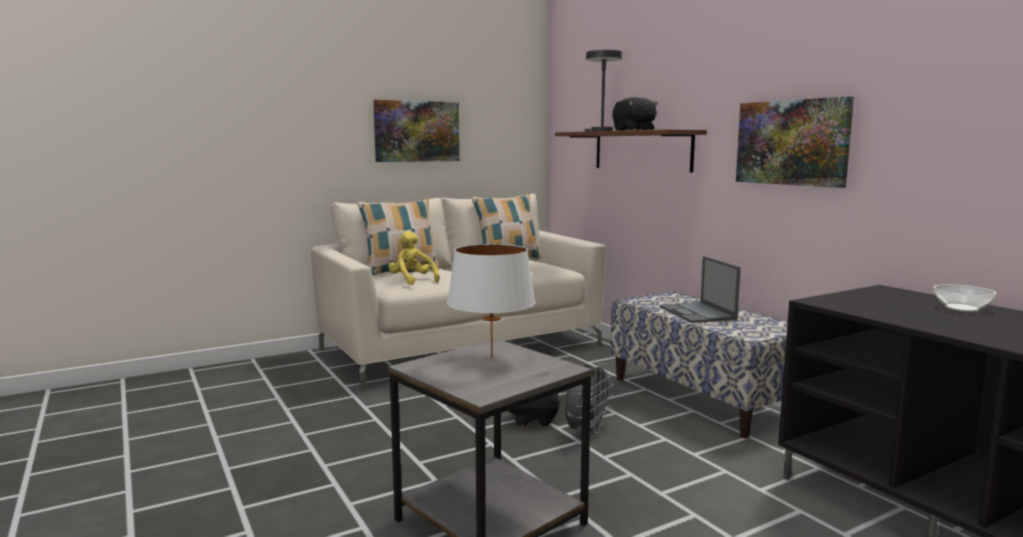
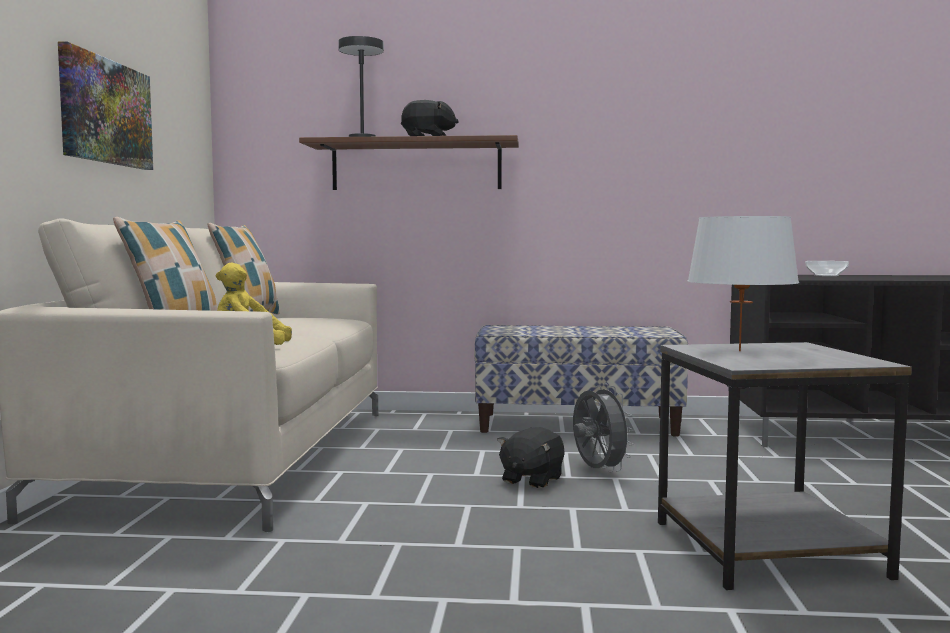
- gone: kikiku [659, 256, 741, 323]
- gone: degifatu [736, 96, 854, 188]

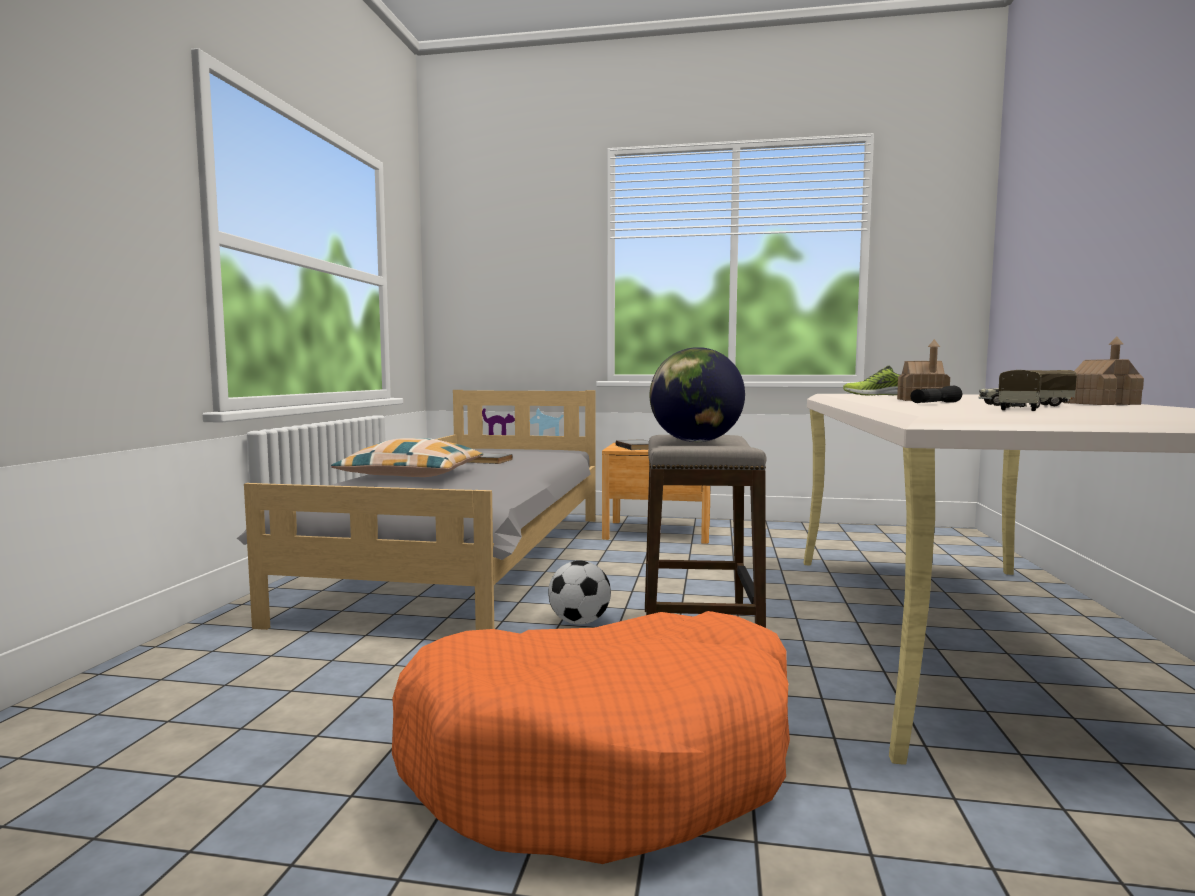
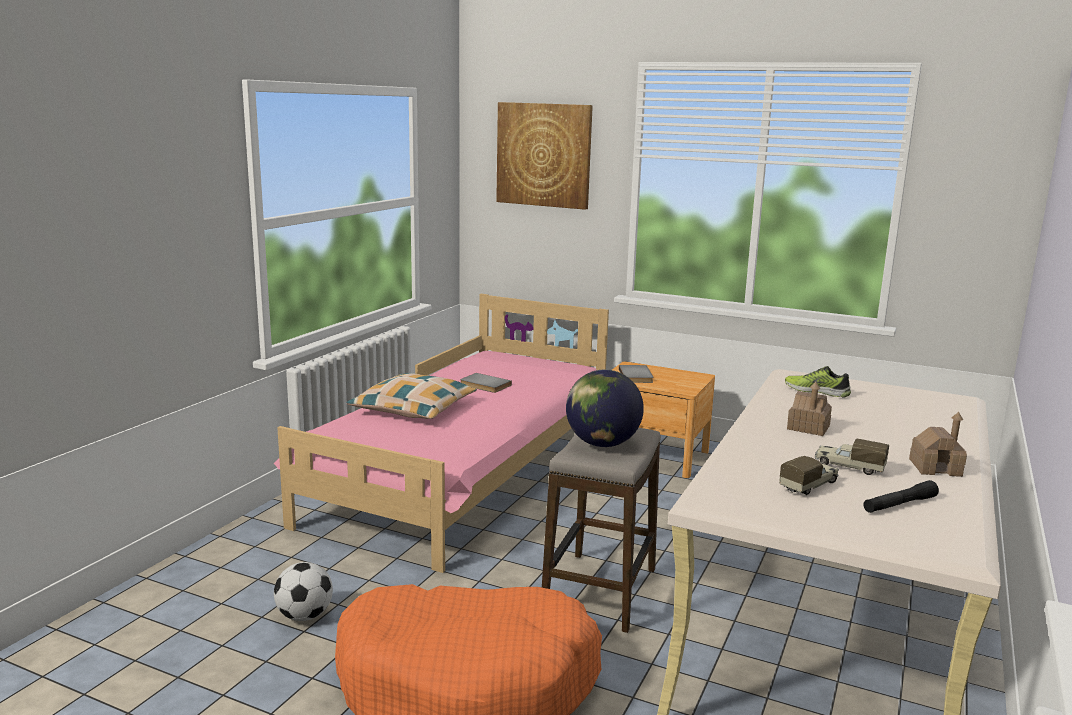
- repainted: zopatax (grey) [237, 390, 595, 630] to zopatax (pink) [274, 294, 609, 573]
- shifted: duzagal [548, 561, 611, 625] to [274, 562, 333, 621]
- new: degifatu [496, 102, 593, 210]
- shifted: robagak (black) [910, 386, 962, 403] to [863, 480, 939, 513]

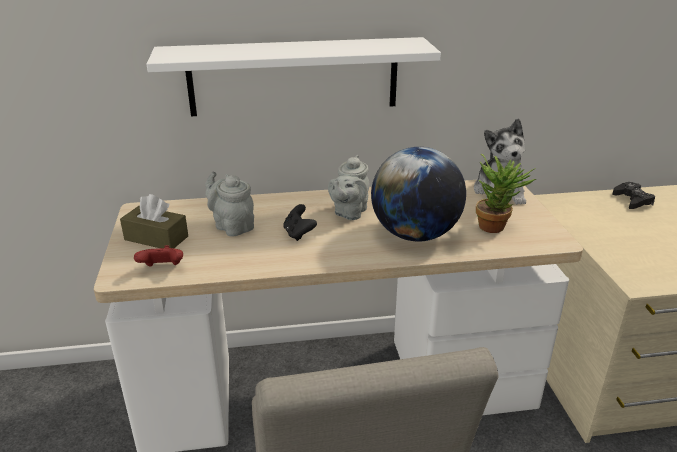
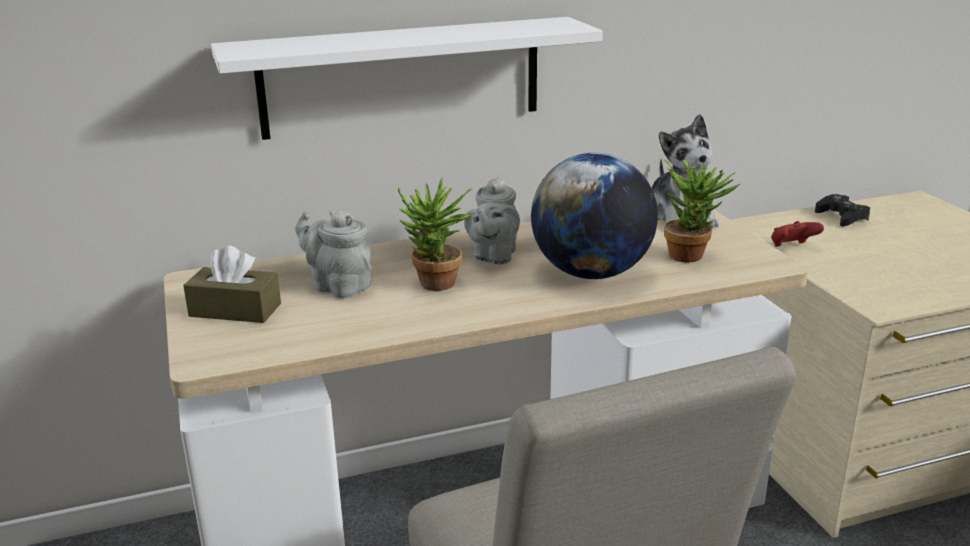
- swapped: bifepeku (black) [283, 204, 317, 241] to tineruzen [398, 178, 475, 291]
- shifted: bifepeku (red) [134, 245, 183, 266] to [771, 221, 824, 247]

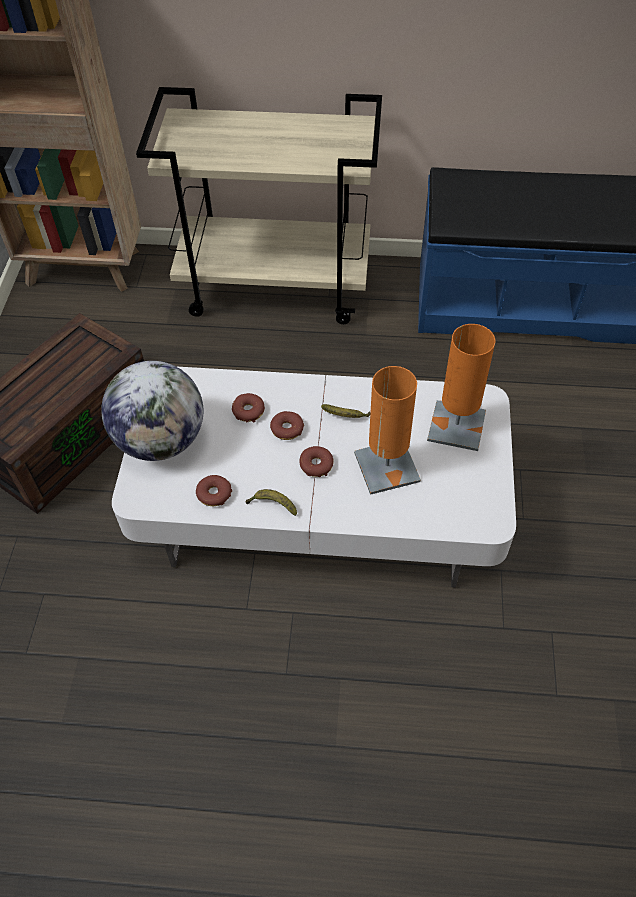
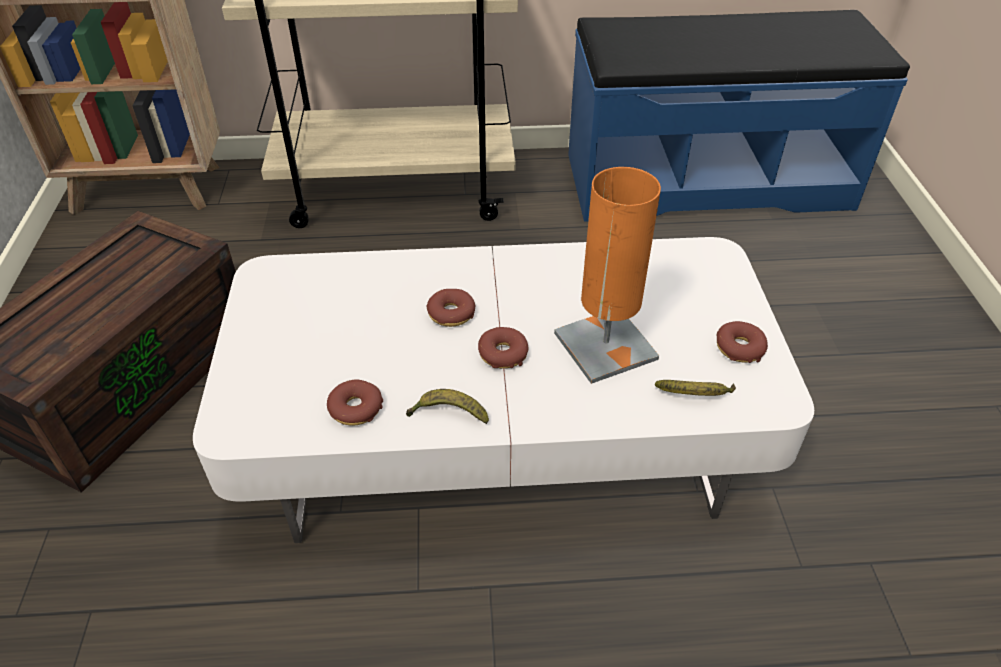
- shifted: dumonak [321, 404, 370, 418] to [655, 380, 736, 396]
- shifted: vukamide [232, 393, 265, 422] to [717, 321, 768, 363]
- gone: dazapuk [101, 361, 204, 461]
- gone: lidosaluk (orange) [427, 324, 495, 451]

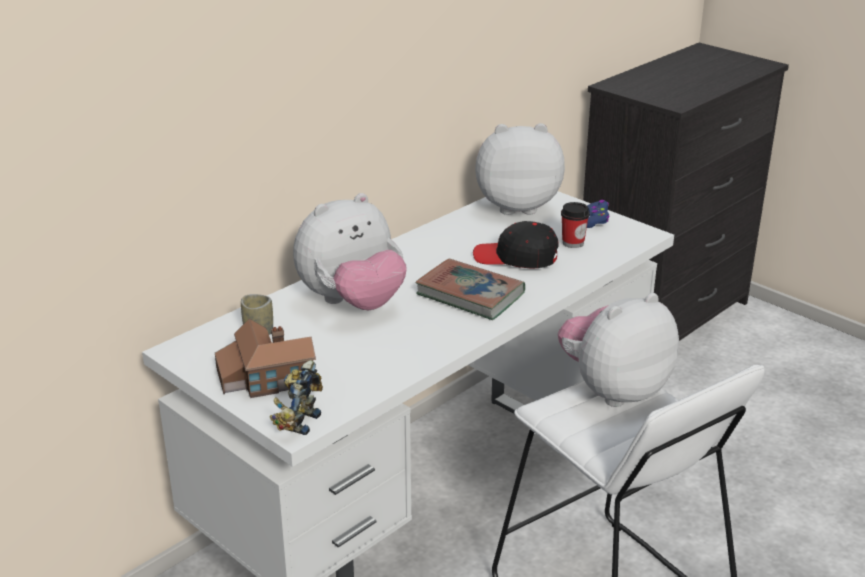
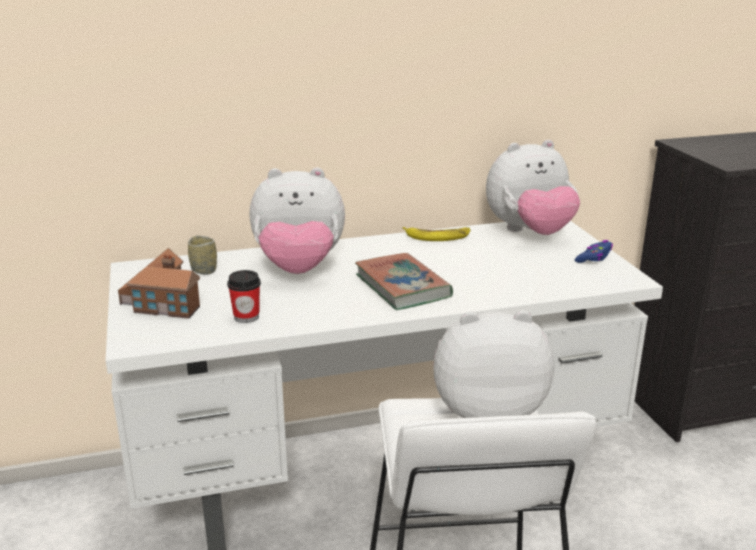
- shifted: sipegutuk [561, 202, 589, 248] to [227, 270, 261, 323]
- new: dumonak [403, 227, 470, 241]
- rotated: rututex [475, 123, 565, 215] = [486, 140, 580, 235] 135 degrees clockwise
- gone: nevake [270, 360, 323, 435]
- gone: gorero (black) [473, 221, 559, 268]

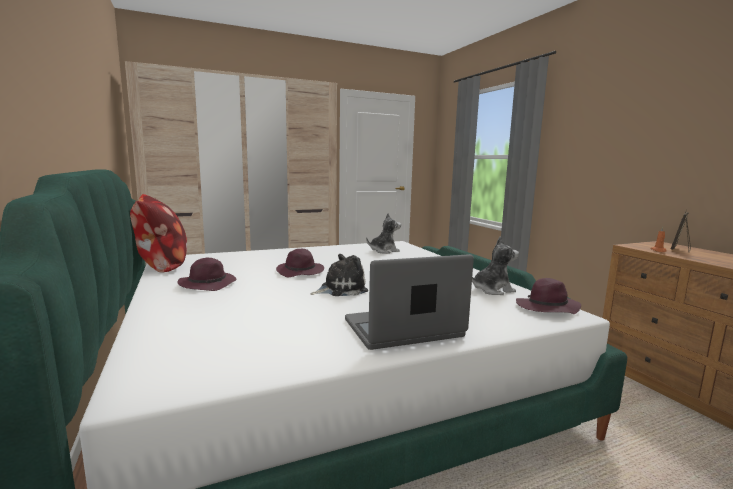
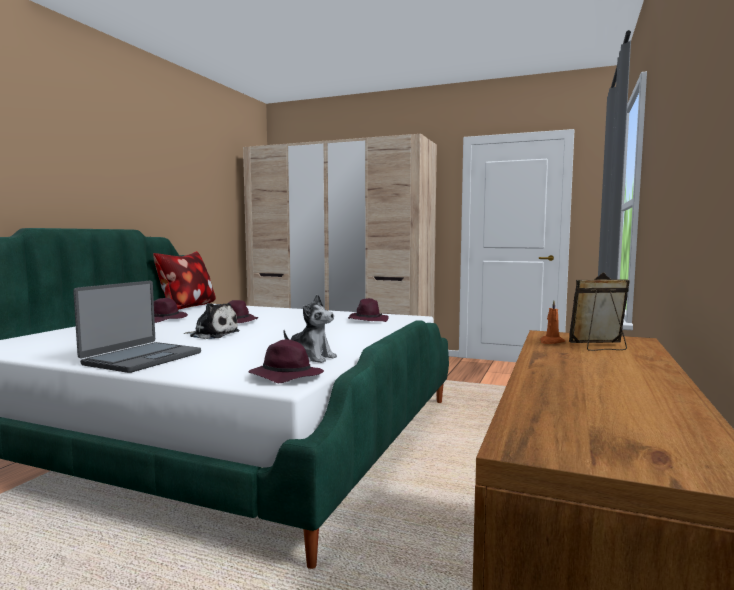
- rotated: kikiku [345, 254, 474, 350] = [73, 281, 201, 373] 90 degrees clockwise
- swapped: rututex [366, 213, 401, 253] to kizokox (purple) [348, 298, 389, 322]

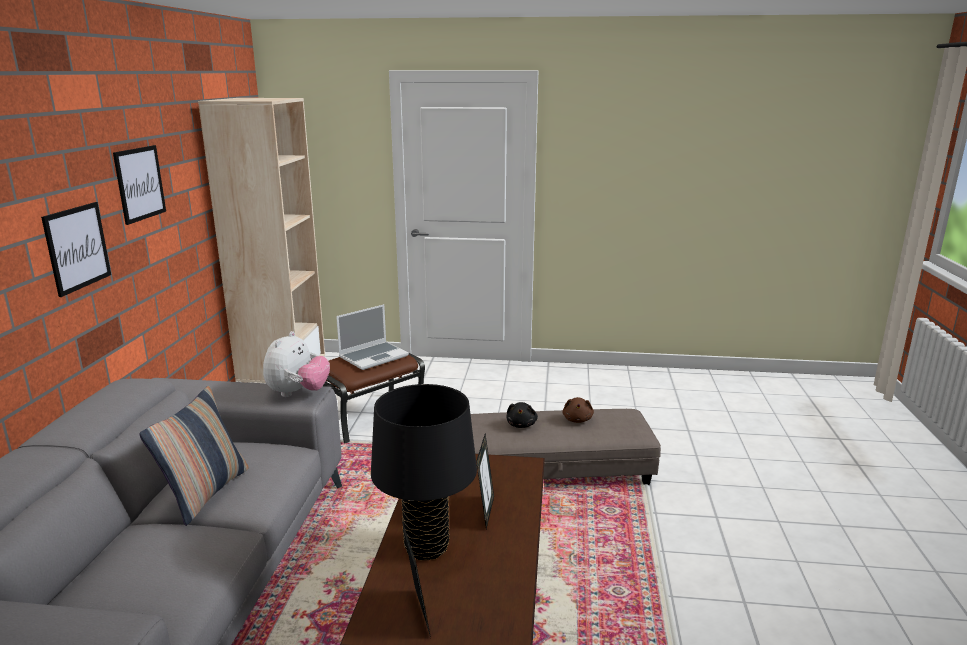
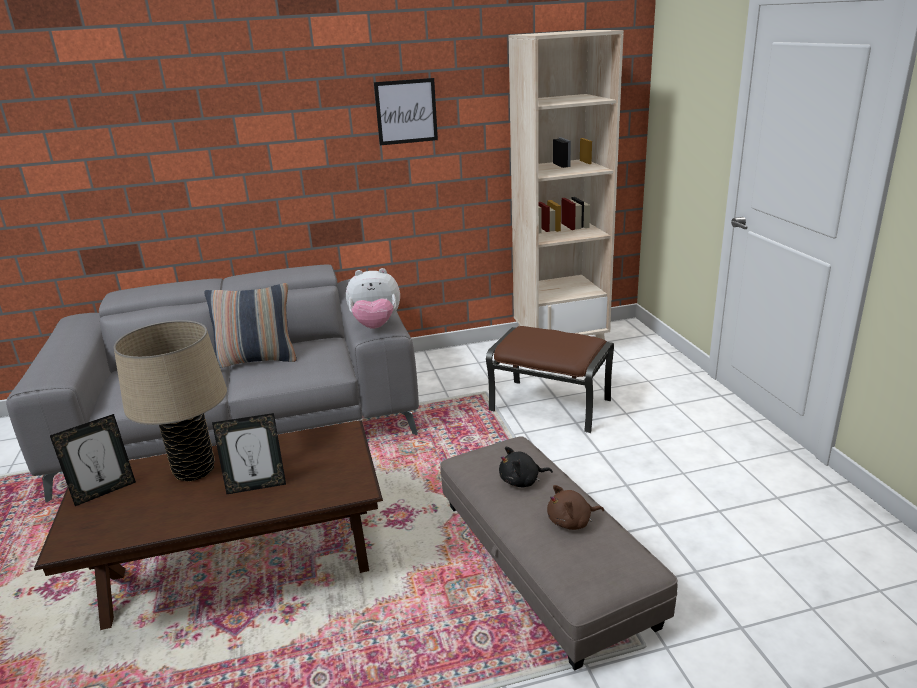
- repainted: lidosaluk (black) [371, 384, 477, 560] to lidosaluk (beige) [114, 320, 227, 482]
- gone: degifatu [41, 202, 111, 297]
- gone: kikiku [336, 304, 409, 370]

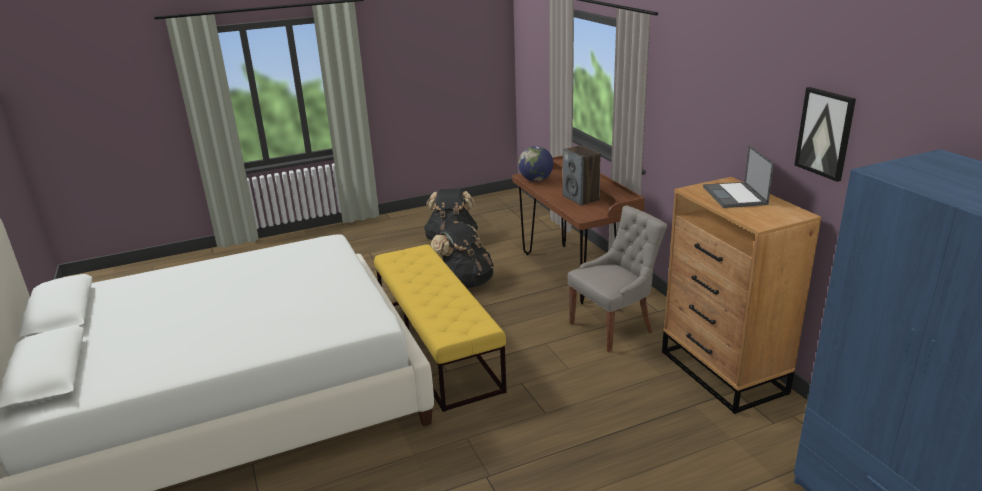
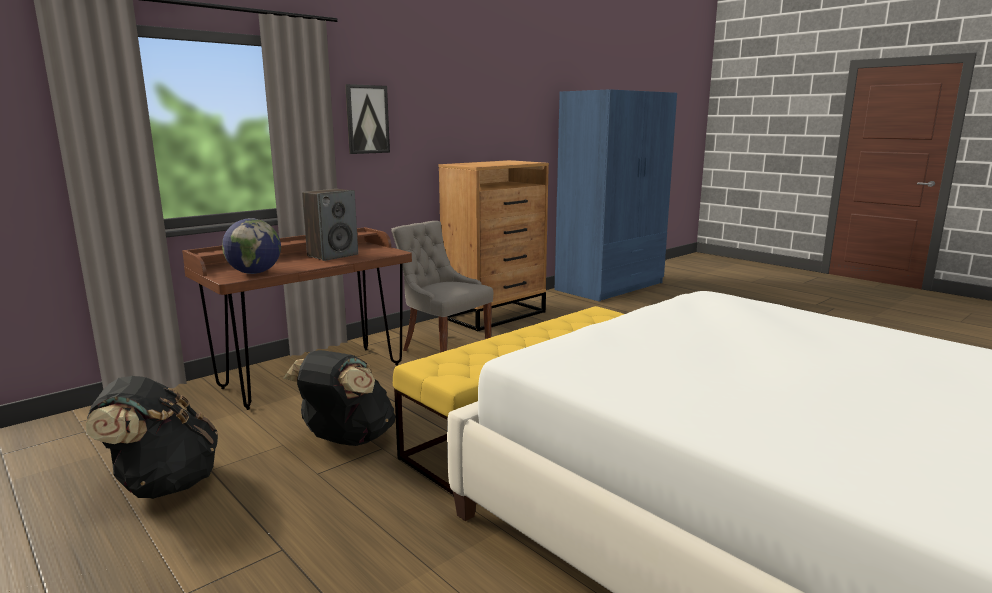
- shifted: degifatu [794, 87, 856, 182] to [345, 84, 390, 154]
- gone: kikiku [703, 145, 774, 208]

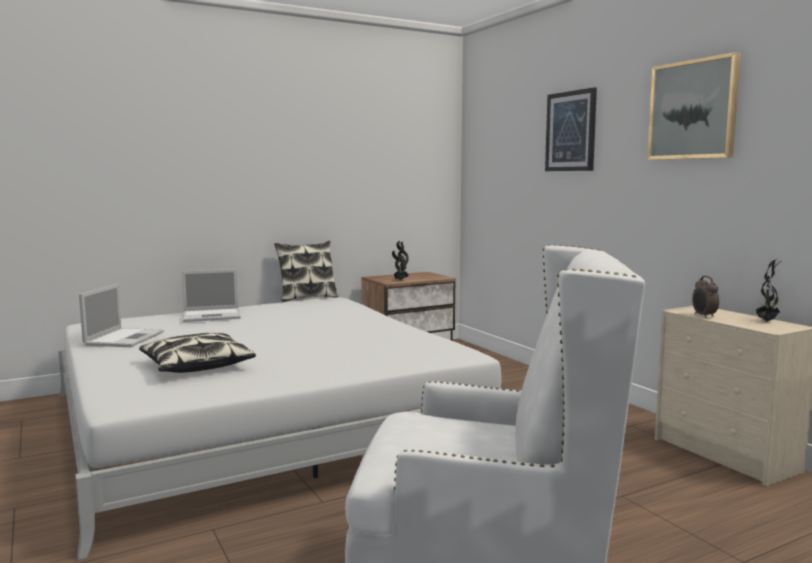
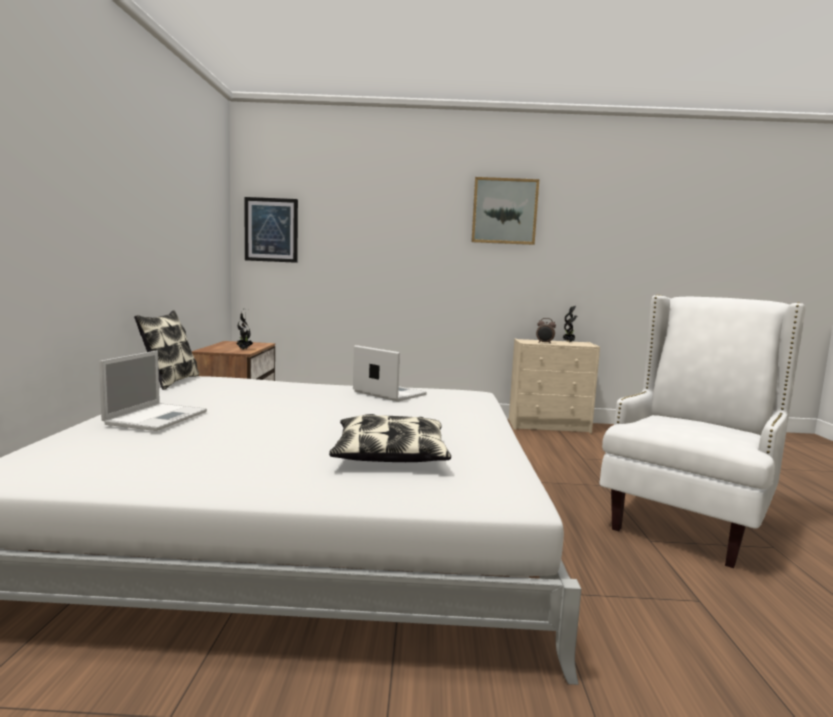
- shifted: degifatu [545, 87, 597, 171] to [244, 197, 298, 263]
- shifted: kikiku [79, 284, 164, 347] to [353, 345, 427, 402]

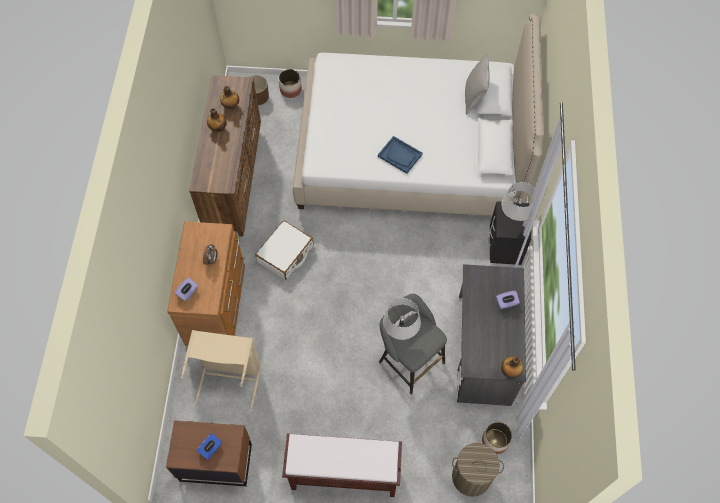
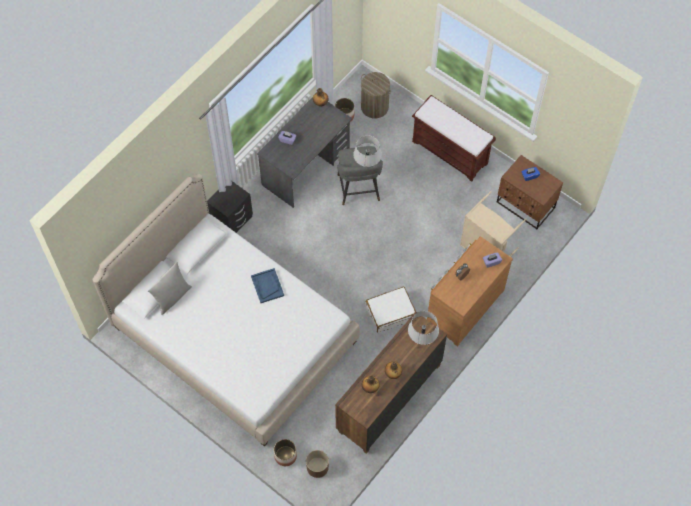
- shifted: lidosaluk (grey) [501, 182, 535, 221] to [408, 311, 439, 345]

